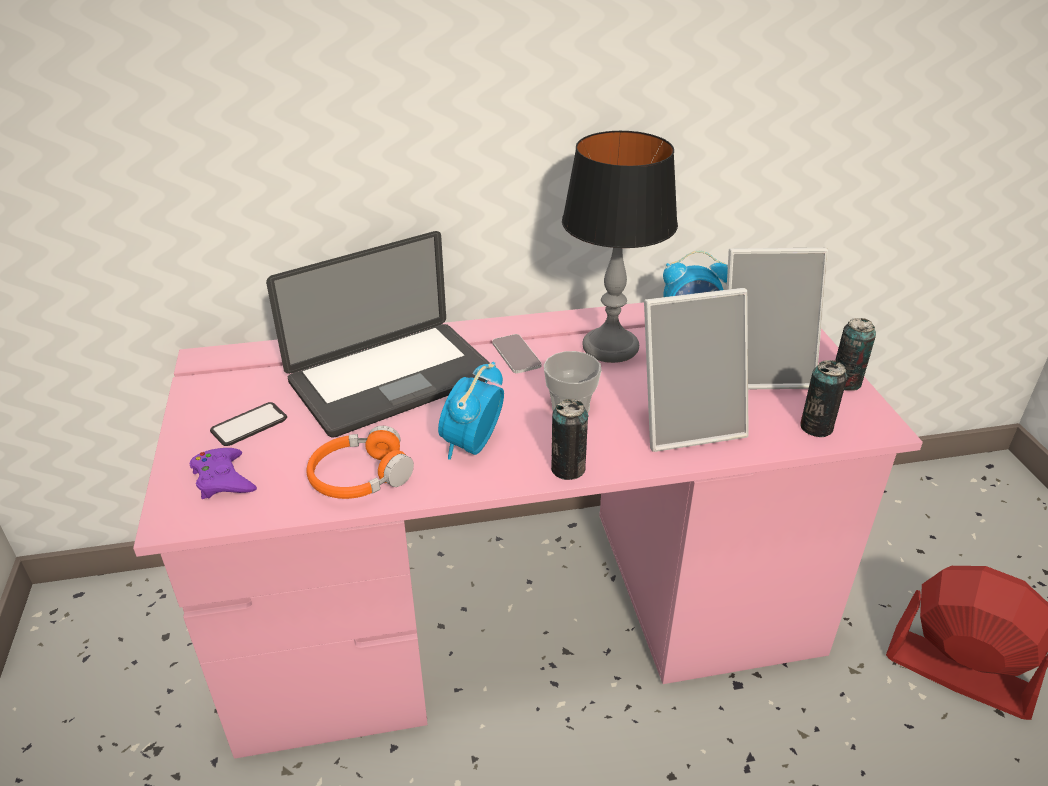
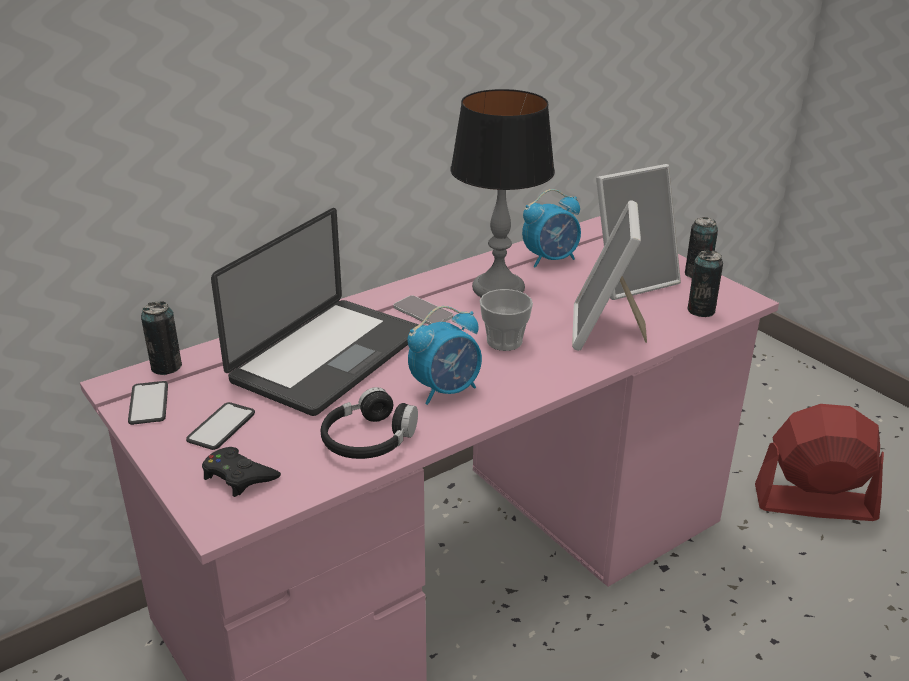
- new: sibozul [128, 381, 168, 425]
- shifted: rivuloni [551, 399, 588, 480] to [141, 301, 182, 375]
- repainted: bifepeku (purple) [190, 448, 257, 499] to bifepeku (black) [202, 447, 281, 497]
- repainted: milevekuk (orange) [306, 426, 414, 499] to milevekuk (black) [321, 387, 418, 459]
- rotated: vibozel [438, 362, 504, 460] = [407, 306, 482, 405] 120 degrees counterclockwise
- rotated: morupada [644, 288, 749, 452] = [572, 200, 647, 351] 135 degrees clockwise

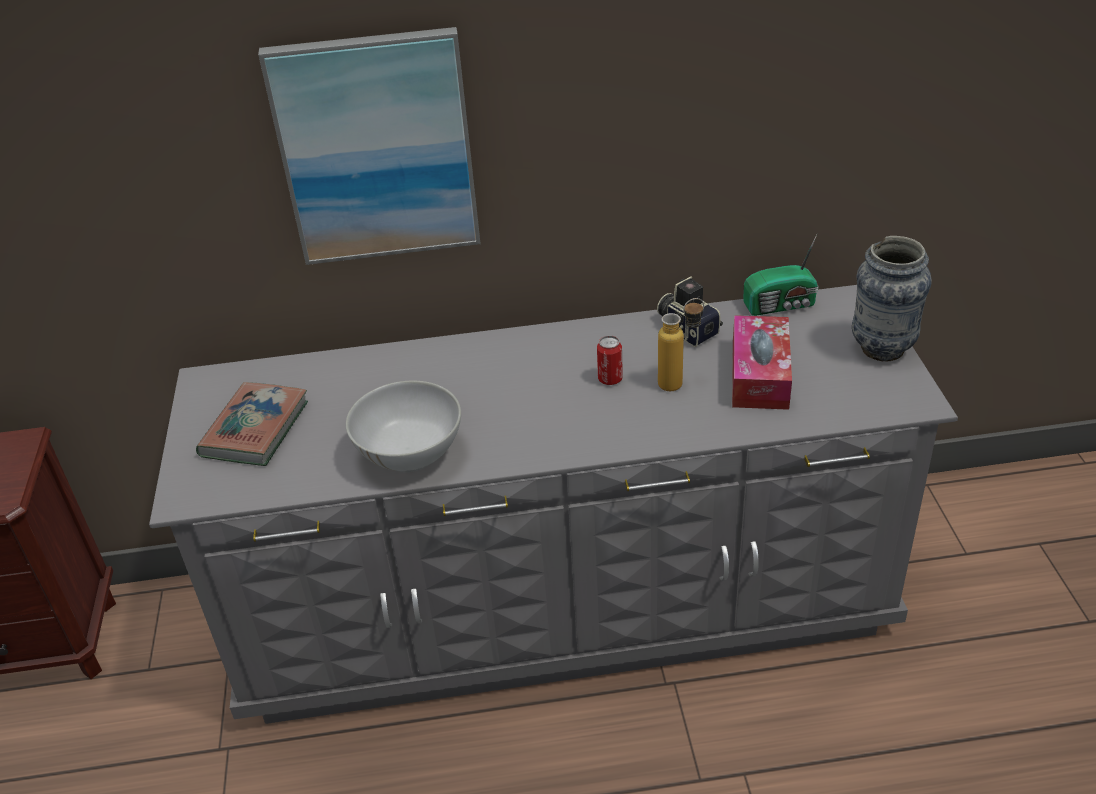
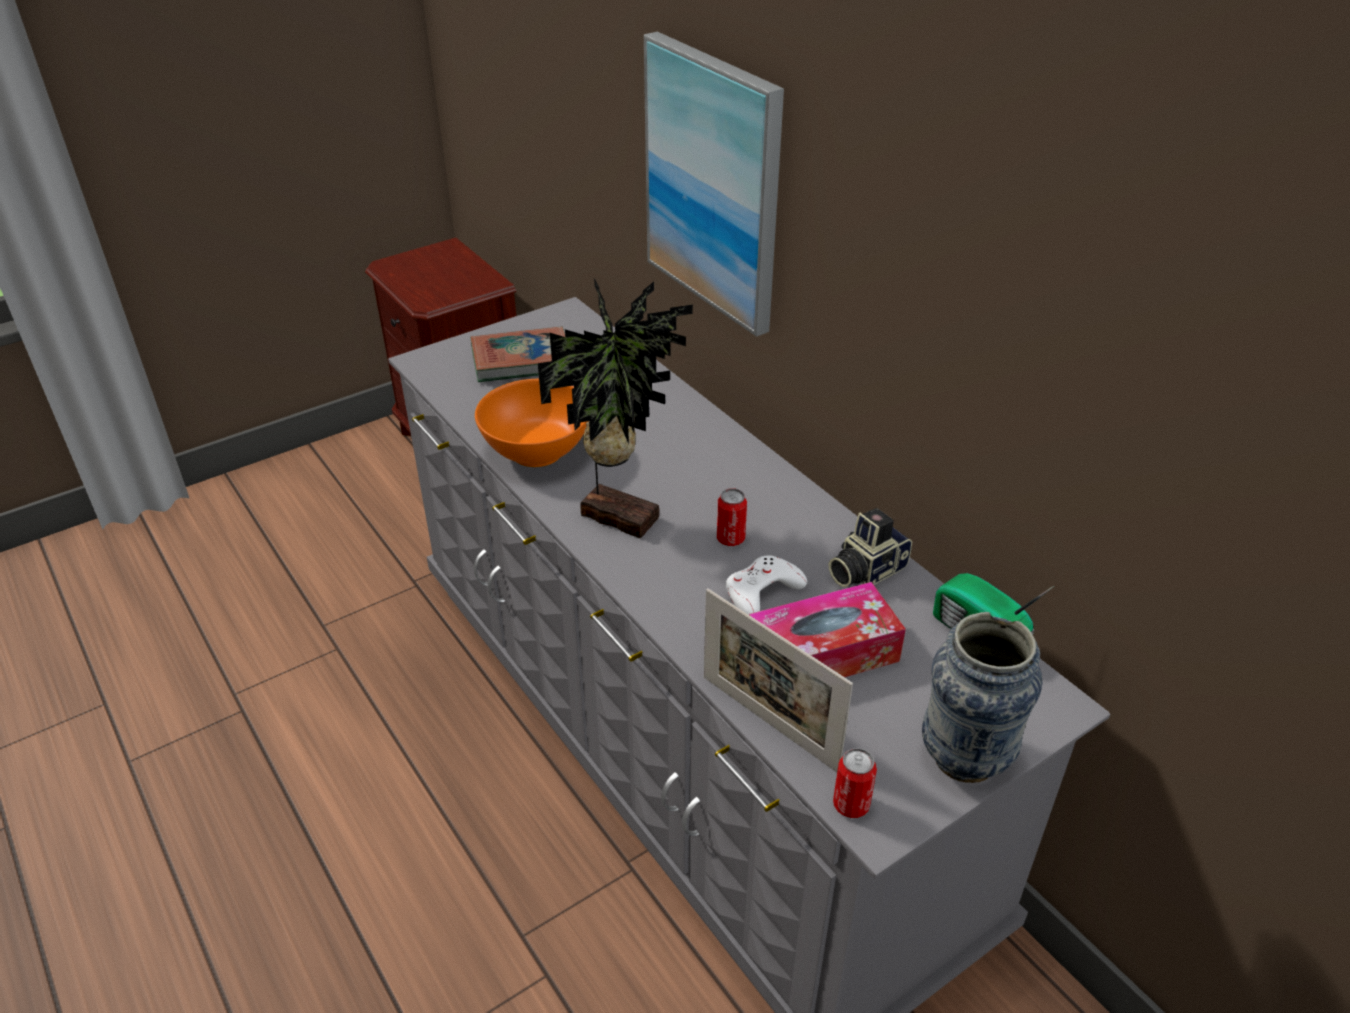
- repainted: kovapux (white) [346, 381, 461, 472] to kovapux (orange) [475, 379, 589, 467]
- new: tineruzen [538, 278, 693, 538]
- new: morupada [704, 588, 853, 772]
- swapped: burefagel [658, 298, 704, 391] to bifepeku (white) [726, 555, 807, 615]
- rotated: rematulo [657, 276, 723, 347] = [829, 508, 912, 587] 150 degrees counterclockwise
- new: rivuloni [833, 748, 877, 818]

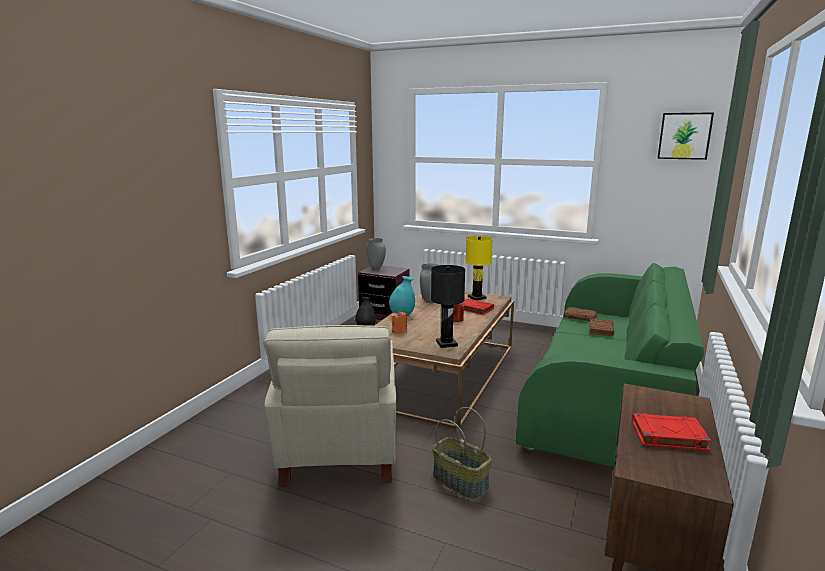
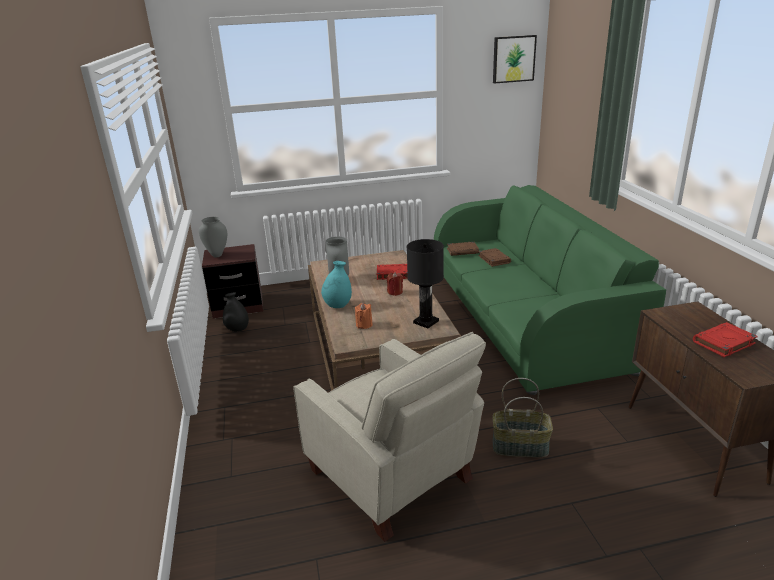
- gone: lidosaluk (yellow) [465, 236, 493, 300]

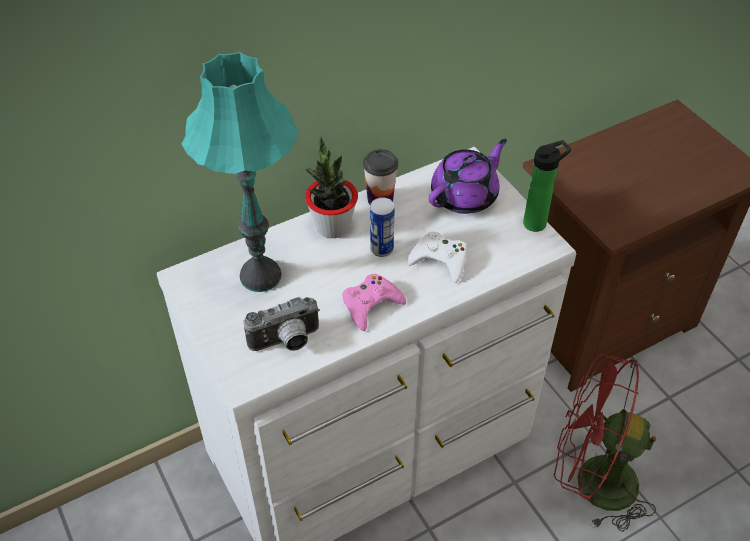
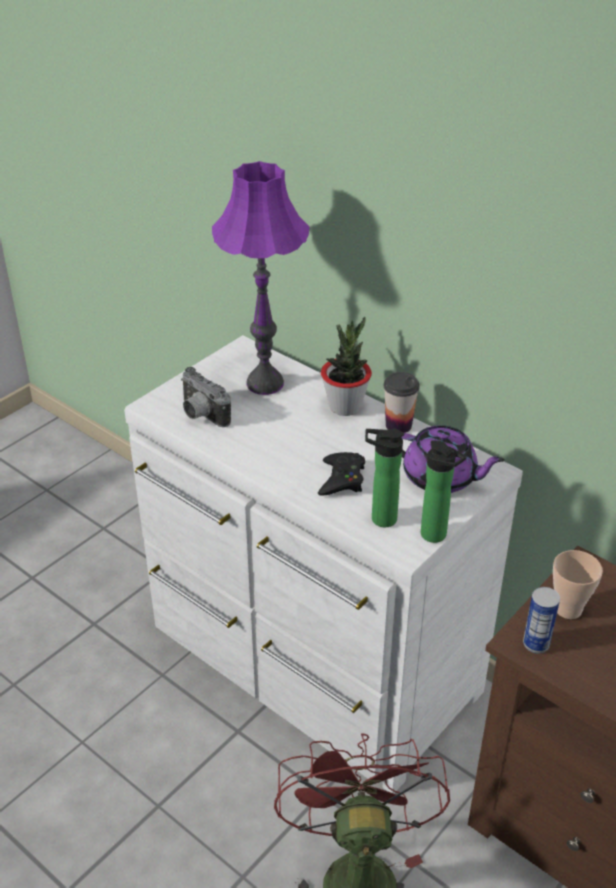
- repainted: lidosaluk (turquoise) [182, 52, 299, 292] to lidosaluk (purple) [212, 161, 309, 395]
- repainted: bifepeku (white) [407, 232, 467, 283] to bifepeku (black) [318, 452, 365, 496]
- new: burefagel [365, 429, 404, 527]
- shifted: rivuloni [370, 197, 395, 257] to [523, 587, 560, 654]
- new: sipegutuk [553, 550, 603, 619]
- gone: bifepeku (pink) [342, 274, 406, 331]

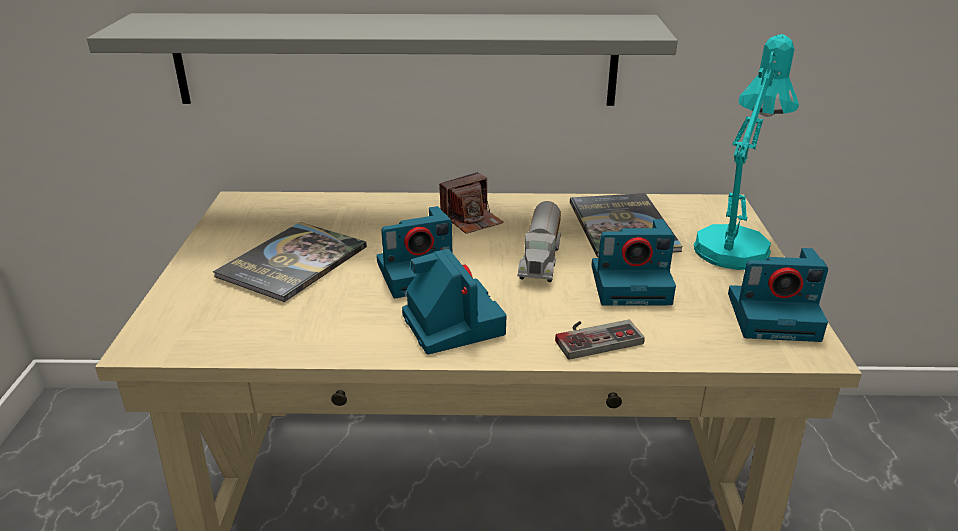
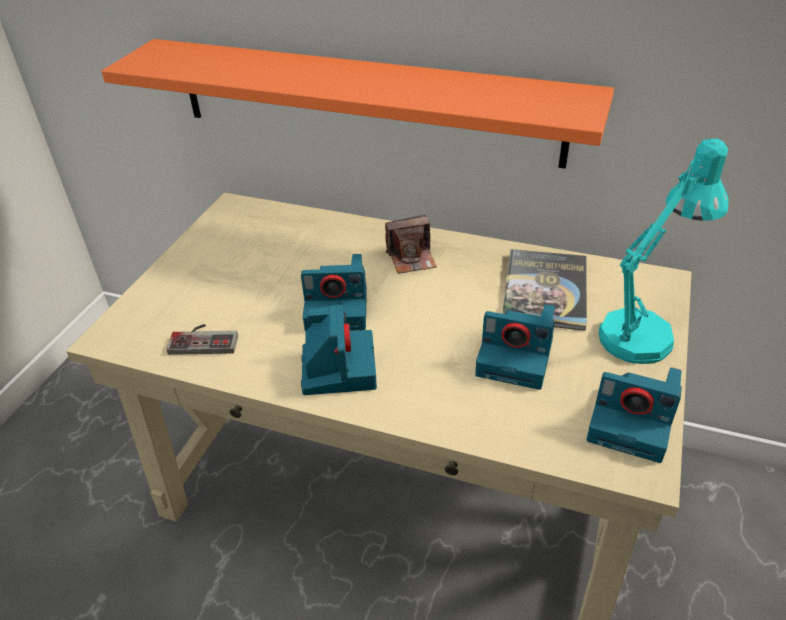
- repainted: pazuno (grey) [87, 13, 678, 106] to pazuno (orange) [101, 39, 614, 169]
- shifted: bifepeku [555, 320, 645, 360] to [166, 324, 238, 355]
- gone: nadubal [213, 222, 367, 302]
- gone: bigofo [517, 201, 561, 282]

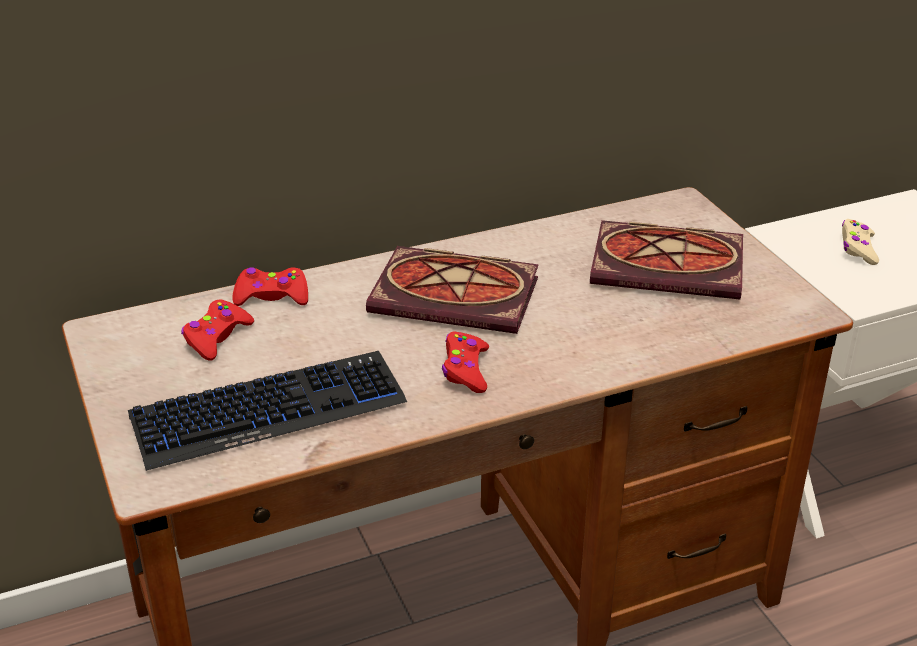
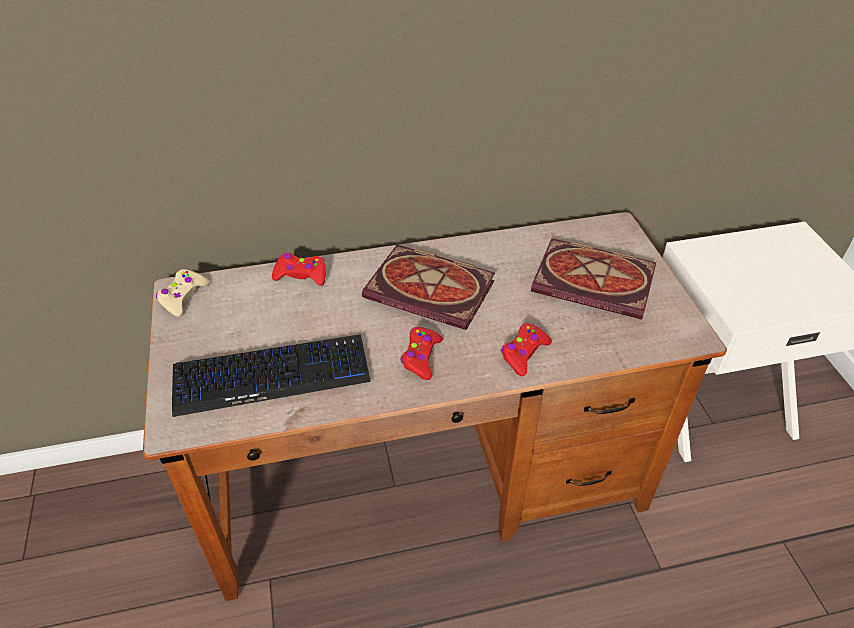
- shifted: bifepeku (beige) [842, 219, 879, 265] to [156, 269, 210, 317]
- shifted: bifepeku (red) [181, 300, 254, 361] to [501, 323, 552, 376]

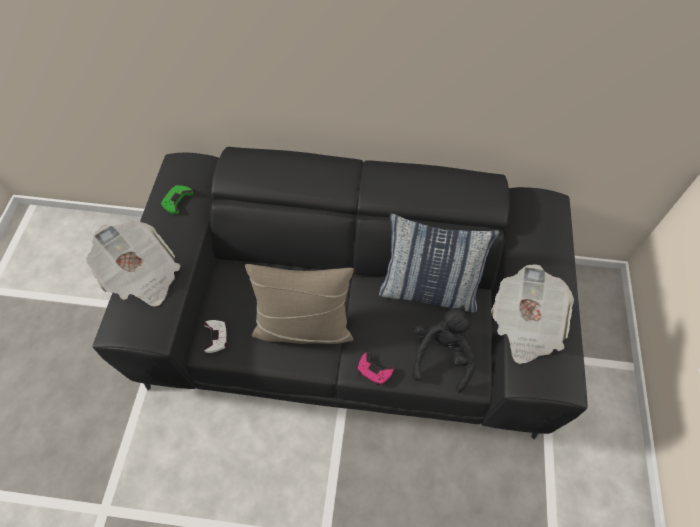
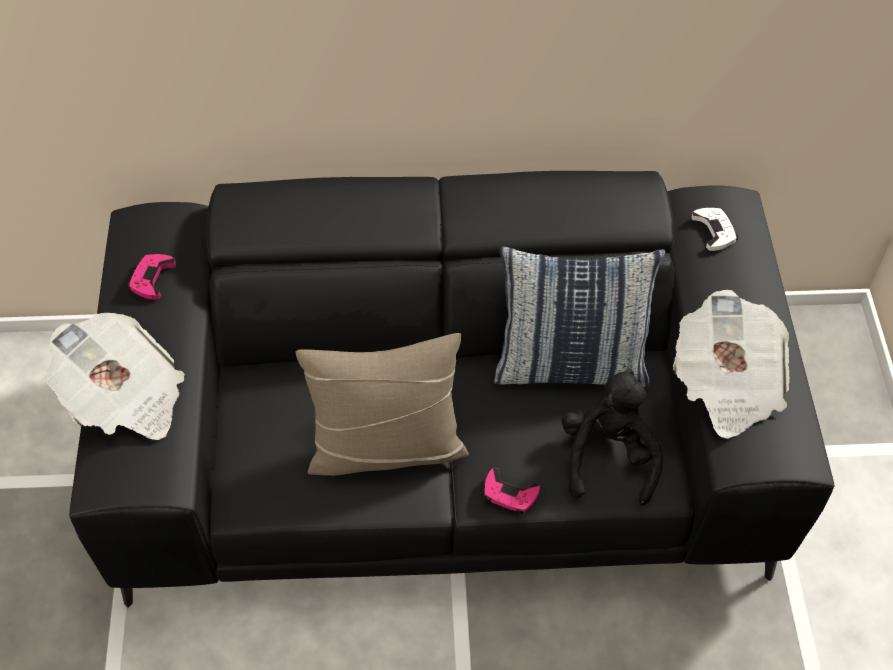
- repainted: bifepeku (green) [161, 185, 193, 215] to bifepeku (pink) [128, 254, 176, 300]
- shifted: bifepeku (white) [203, 320, 227, 353] to [691, 208, 738, 251]

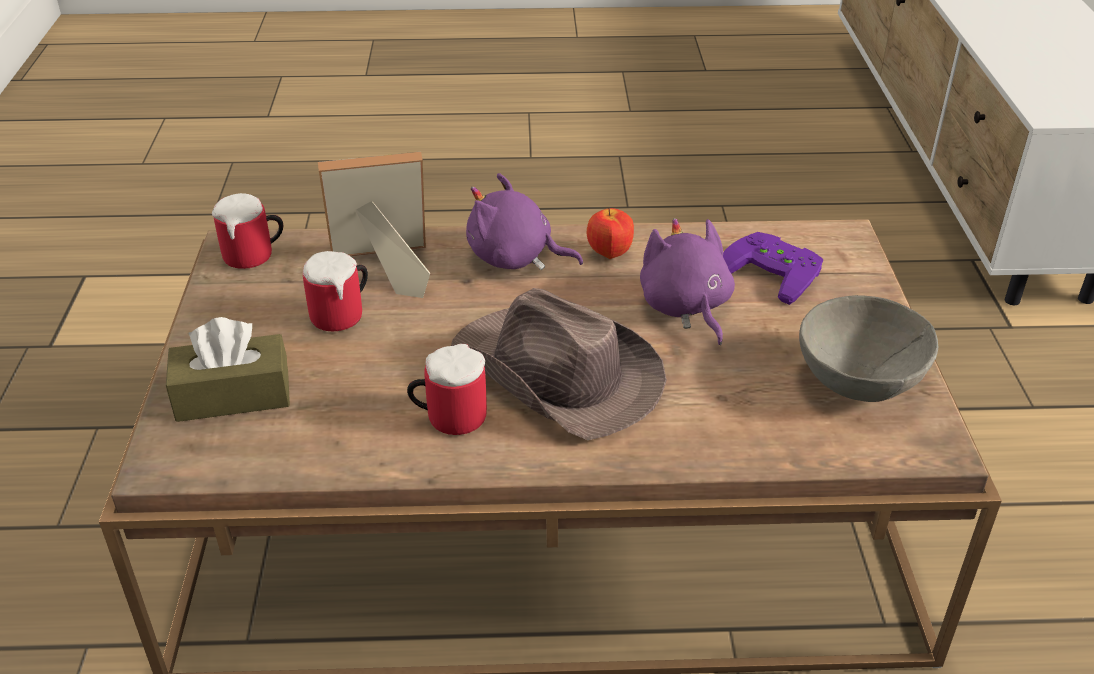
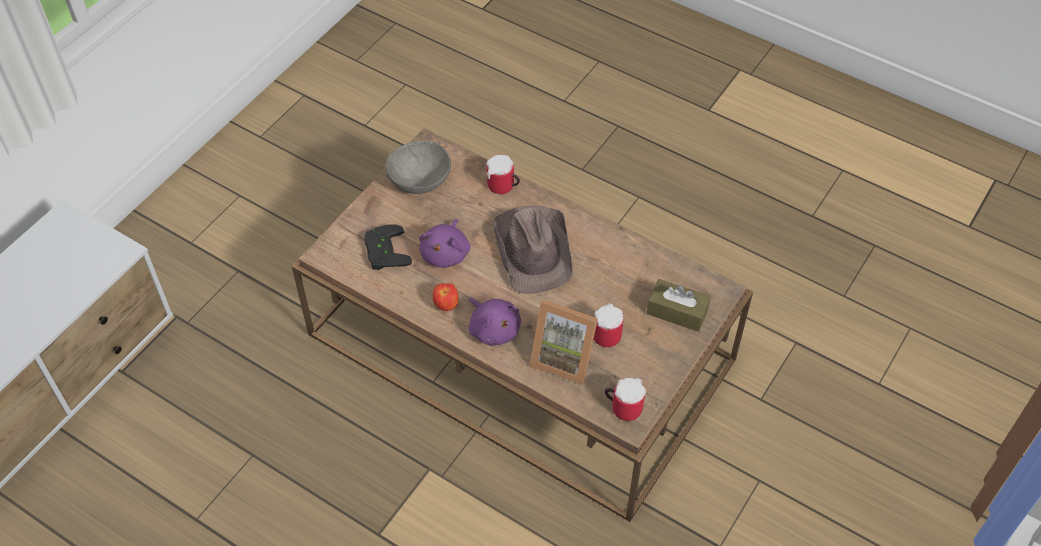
- repainted: bifepeku (purple) [723, 232, 823, 305] to bifepeku (black) [364, 225, 412, 270]
- shifted: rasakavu [407, 344, 487, 435] to [486, 155, 520, 194]

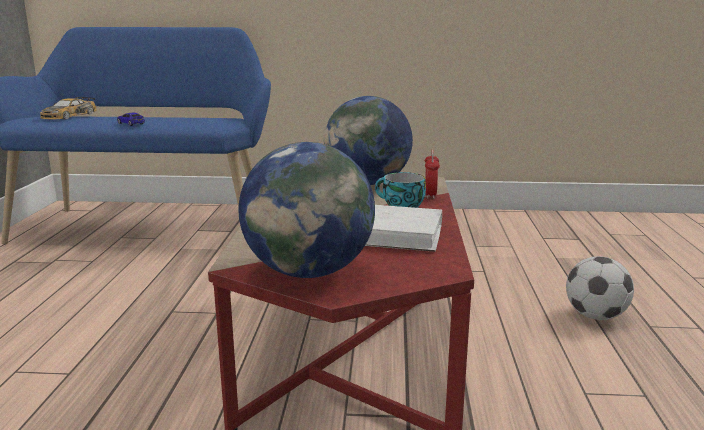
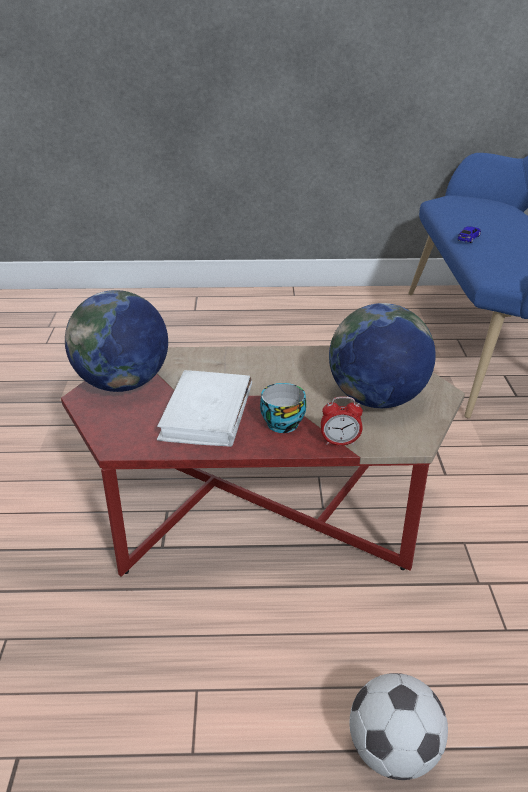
- gone: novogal [40, 97, 97, 120]

